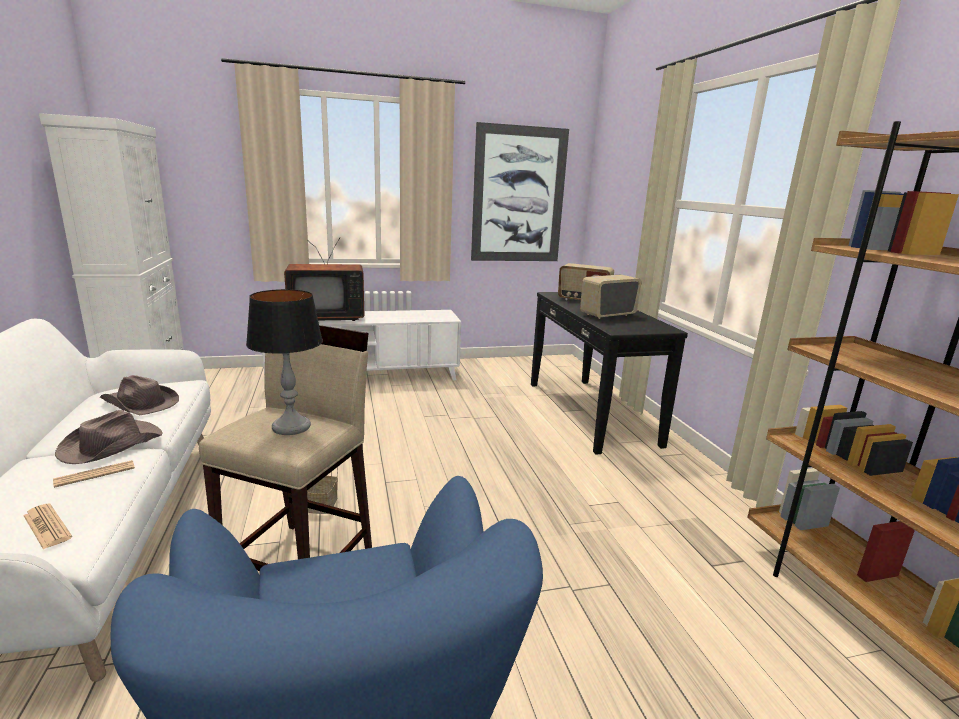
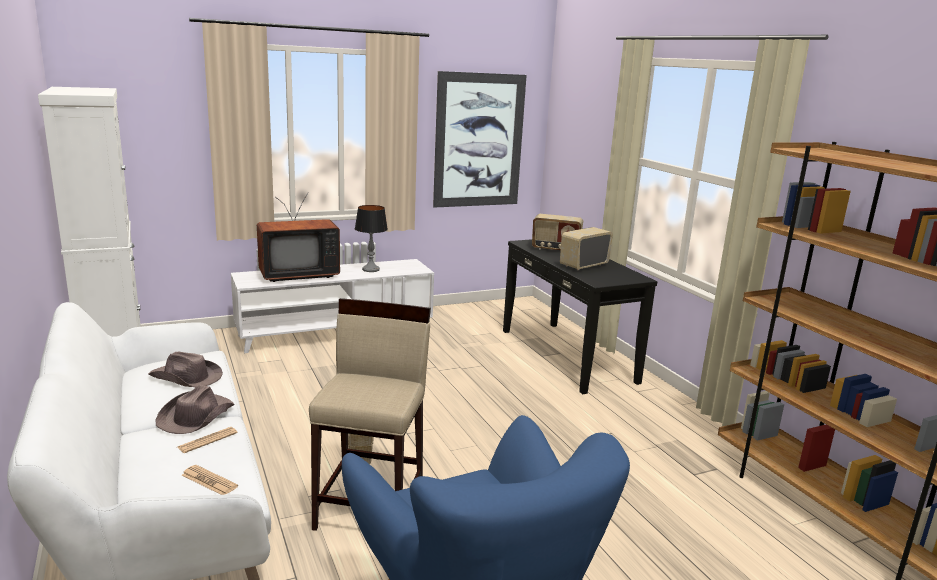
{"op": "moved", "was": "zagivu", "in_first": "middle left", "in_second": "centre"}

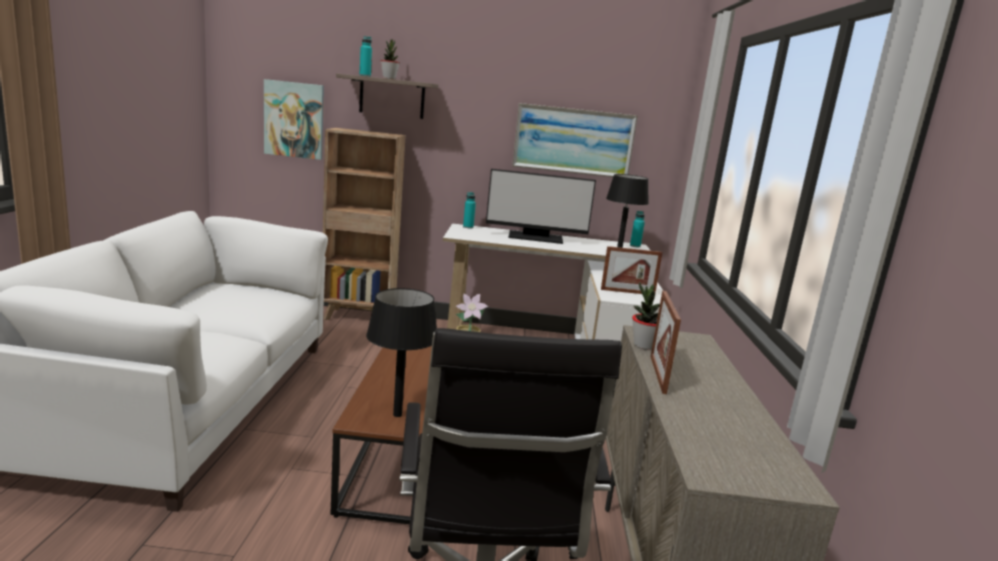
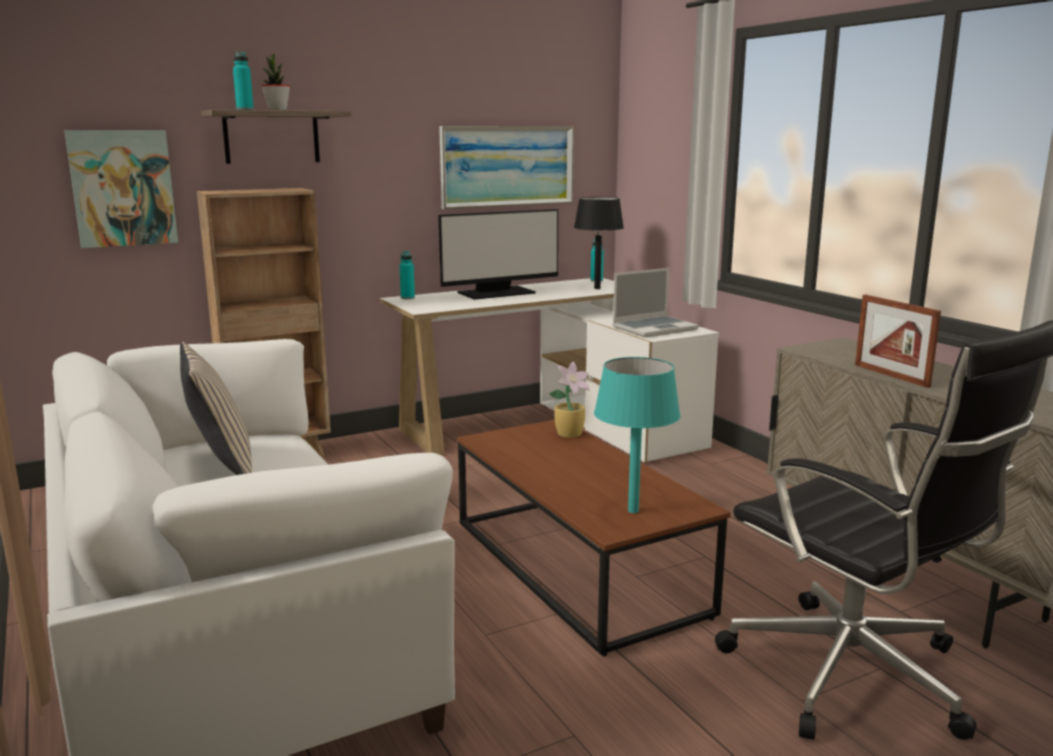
{"op": "added", "now": "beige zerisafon", "in_second": "middle left"}
{"op": "recoloured", "was": "black zagivu (1st from left)", "now": "turquoise zagivu", "in_first": "centre", "in_second": "centre"}
{"op": "replaced", "was": "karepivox (1st from left)", "now": "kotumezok", "in_first": "centre", "in_second": "centre"}
{"op": "removed", "was": "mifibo (3rd from left)", "in_first": "centre"}

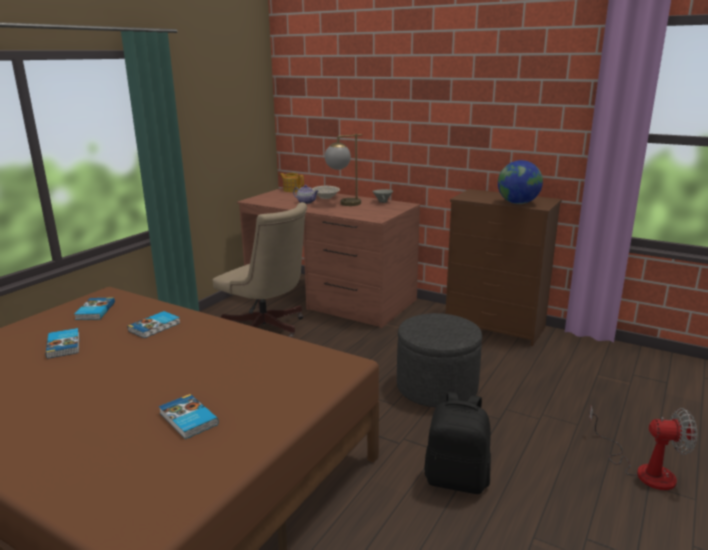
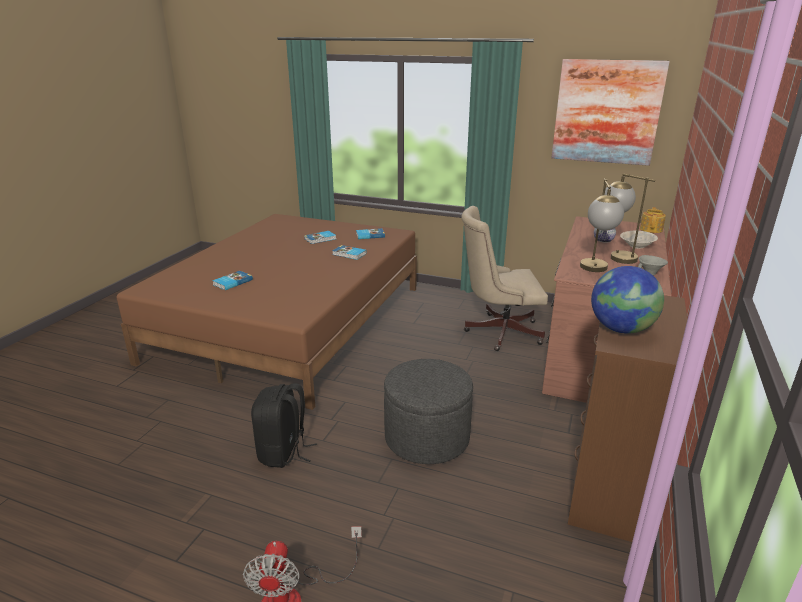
{"op": "turned", "was": "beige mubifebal", "in_first": "centre", "in_second": "centre", "clockwise": 60}
{"op": "added", "now": "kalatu", "in_second": "top right"}
{"op": "added", "now": "zagivu (1st from left)", "in_second": "middle right"}

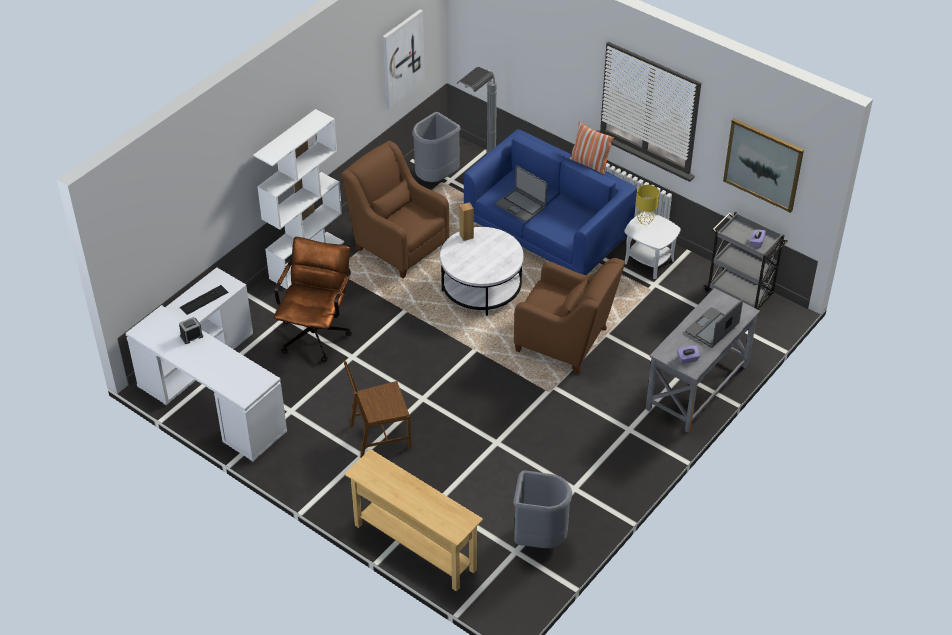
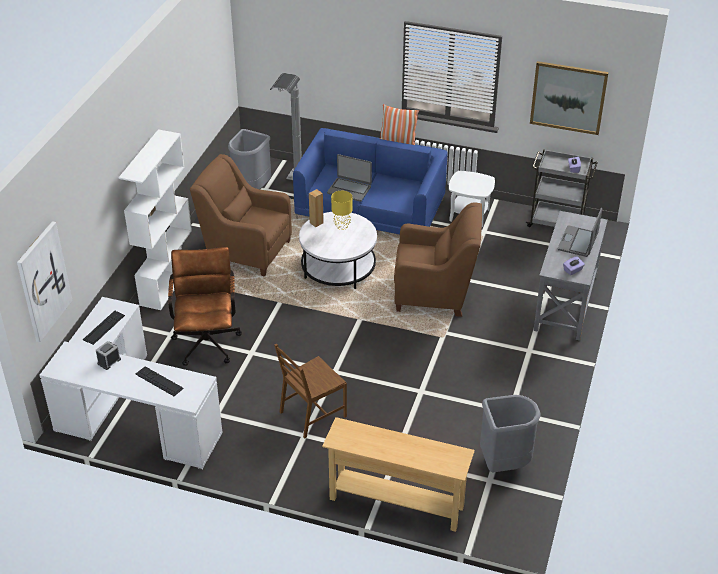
{"op": "moved", "was": "kalatu (1st from left)", "in_first": "top centre", "in_second": "middle left"}
{"op": "added", "now": "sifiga (2nd from left)", "in_second": "middle left"}
{"op": "moved", "was": "yellow zagivu", "in_first": "top right", "in_second": "centre"}

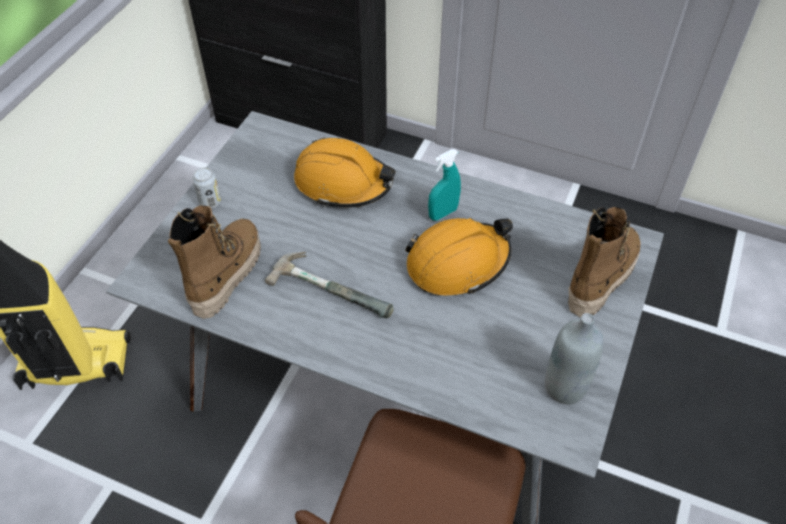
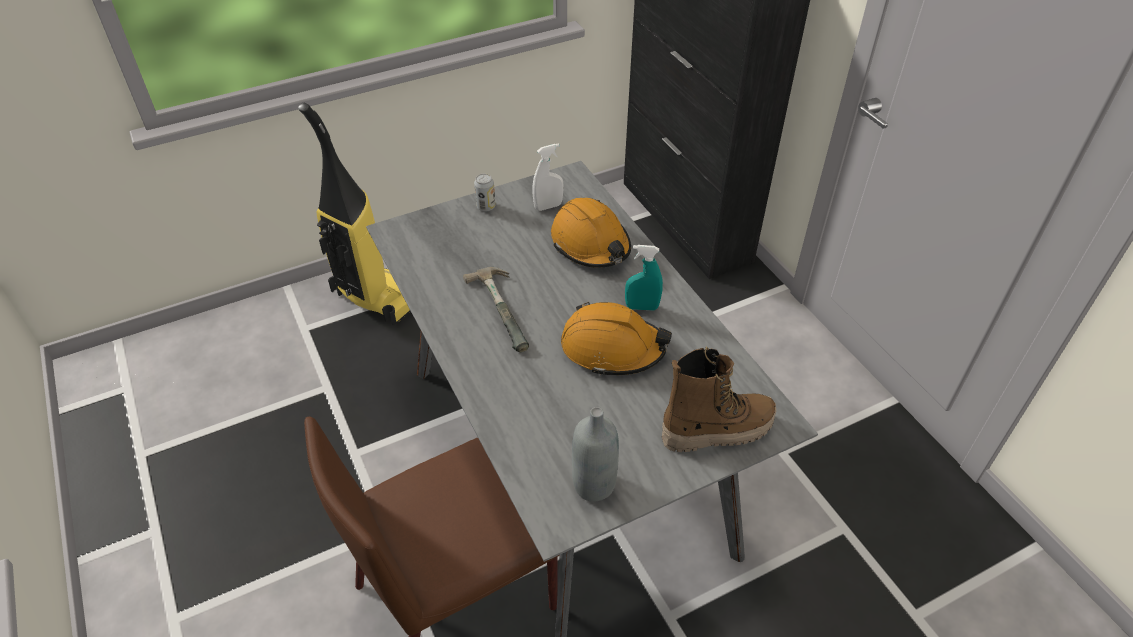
{"op": "added", "now": "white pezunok", "in_second": "top centre"}
{"op": "removed", "was": "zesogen (1st from left)", "in_first": "middle left"}

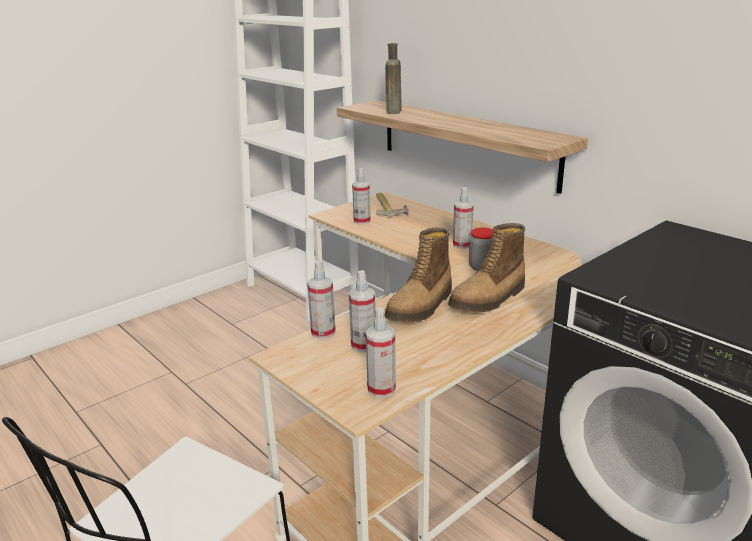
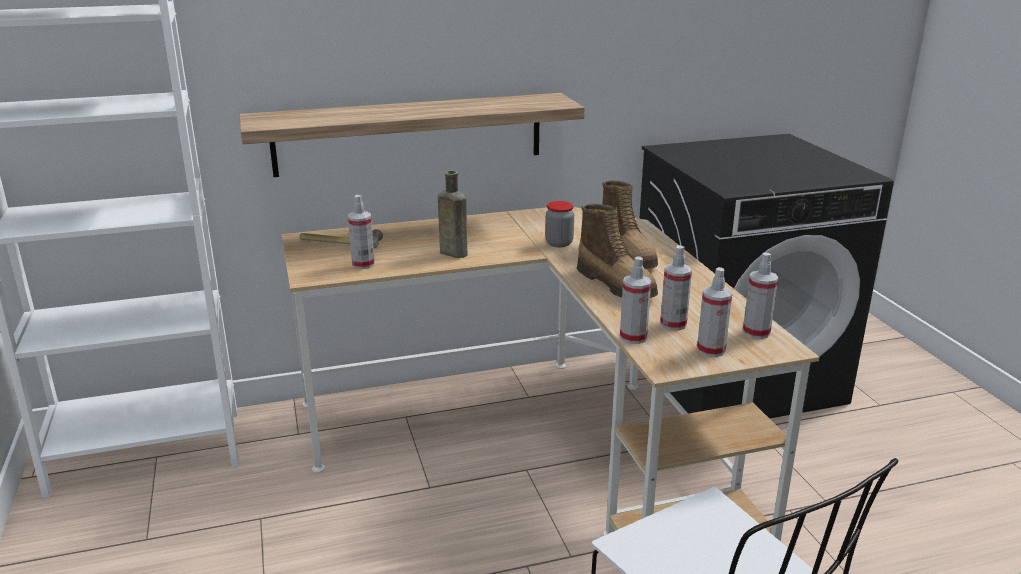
{"op": "moved", "was": "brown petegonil", "in_first": "top centre", "in_second": "centre"}
{"op": "moved", "was": "pezunok (5th from left in the first image)", "now": "pezunok (4th from left)", "in_first": "centre", "in_second": "middle right"}

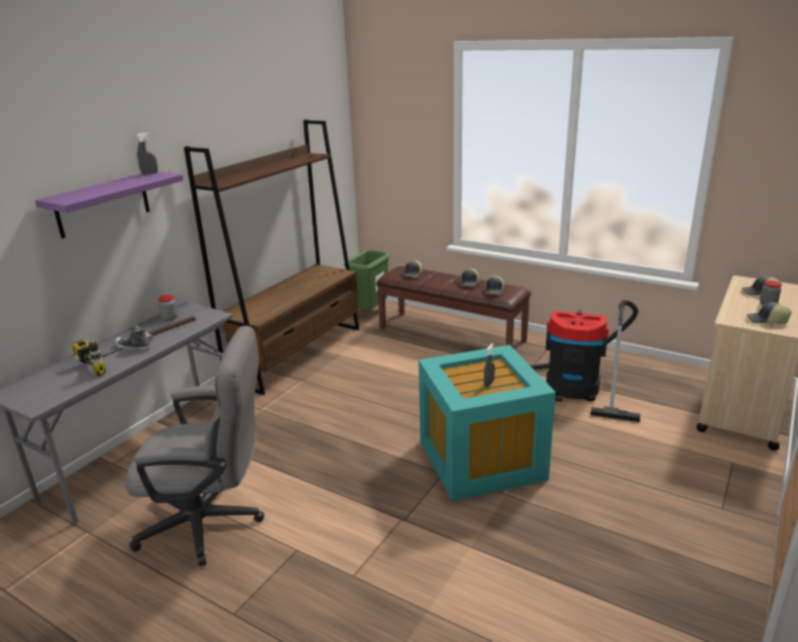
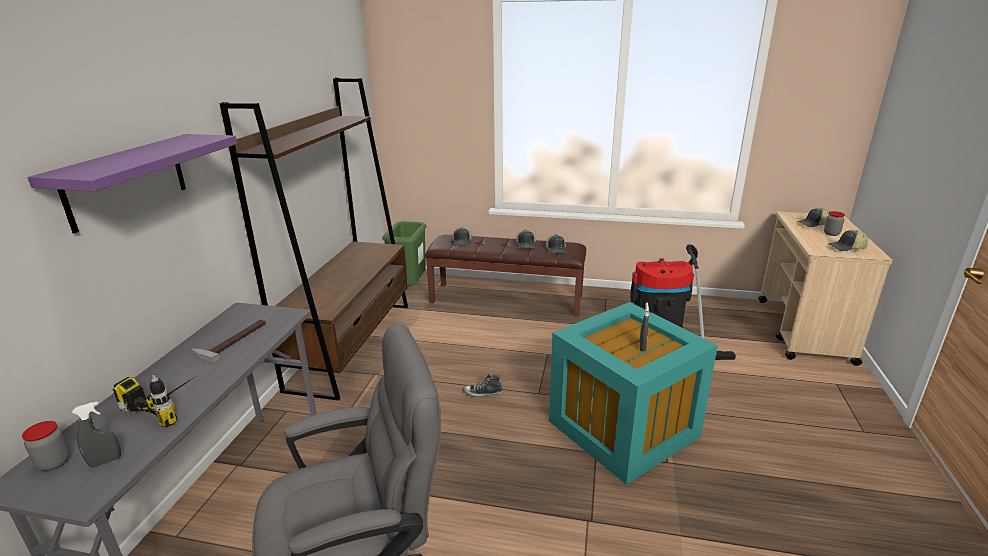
{"op": "moved", "was": "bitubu (1st from left)", "in_first": "middle left", "in_second": "bottom left"}
{"op": "moved", "was": "grey pezunok (1st from left)", "in_first": "top left", "in_second": "bottom left"}
{"op": "moved", "was": "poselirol", "in_first": "middle left", "in_second": "bottom centre"}

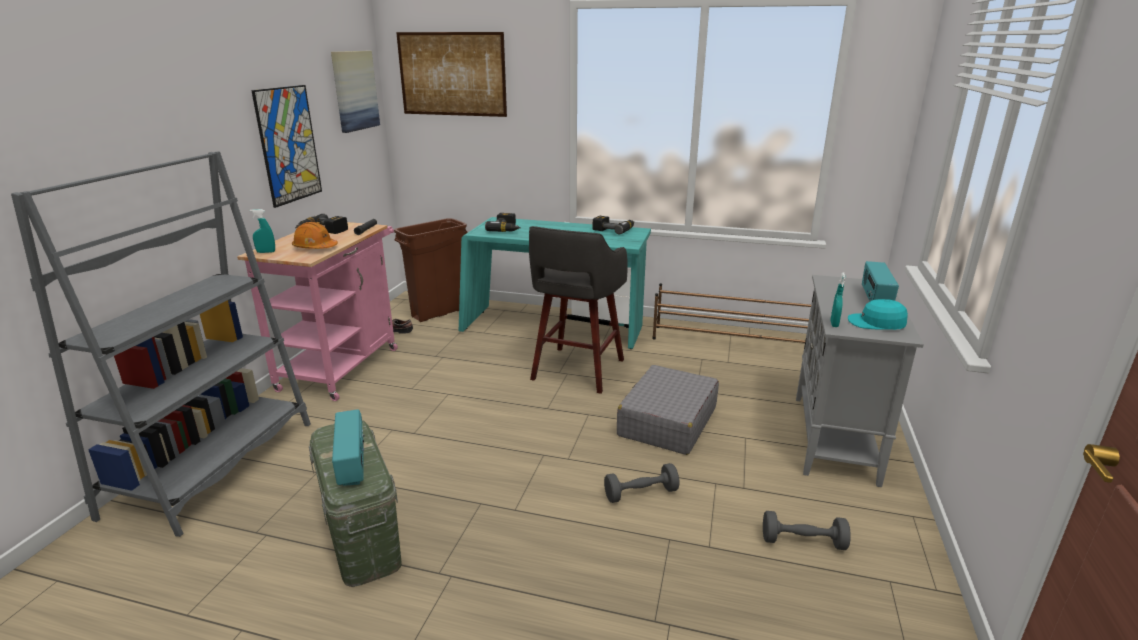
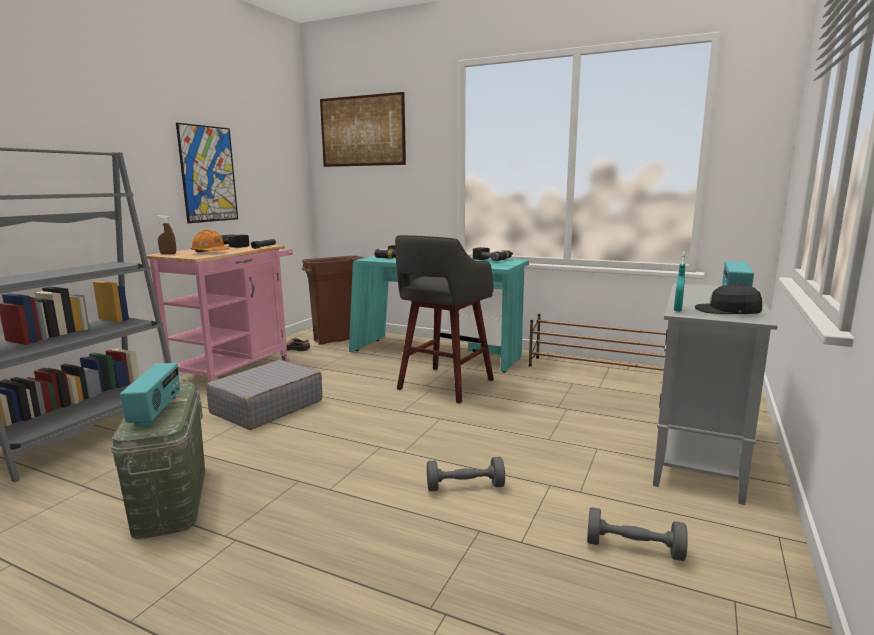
{"op": "recoloured", "was": "turquoise pezunok (1st from left)", "now": "brown pezunok", "in_first": "middle left", "in_second": "middle left"}
{"op": "moved", "was": "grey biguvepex", "in_first": "centre", "in_second": "middle left"}
{"op": "recoloured", "was": "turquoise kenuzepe", "now": "black kenuzepe", "in_first": "middle right", "in_second": "middle right"}
{"op": "removed", "was": "kalatu (2nd from left)", "in_first": "top left"}

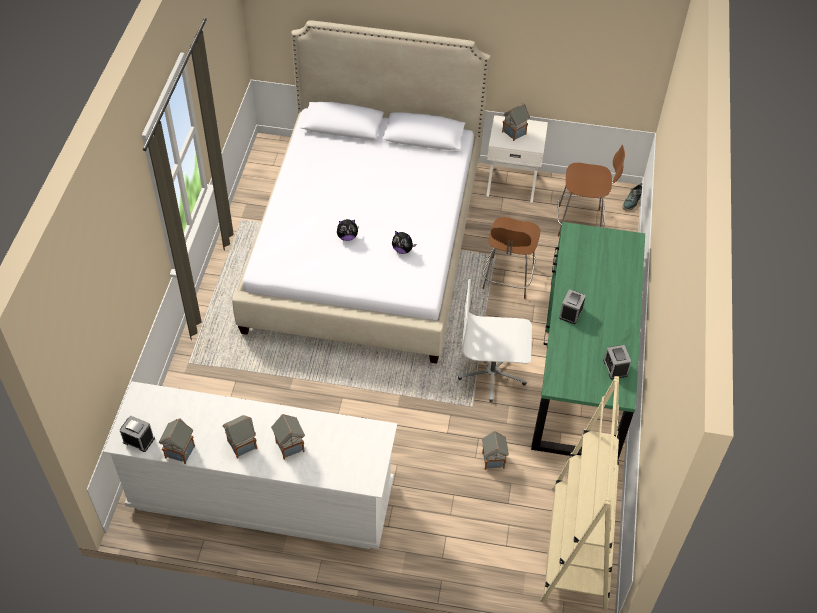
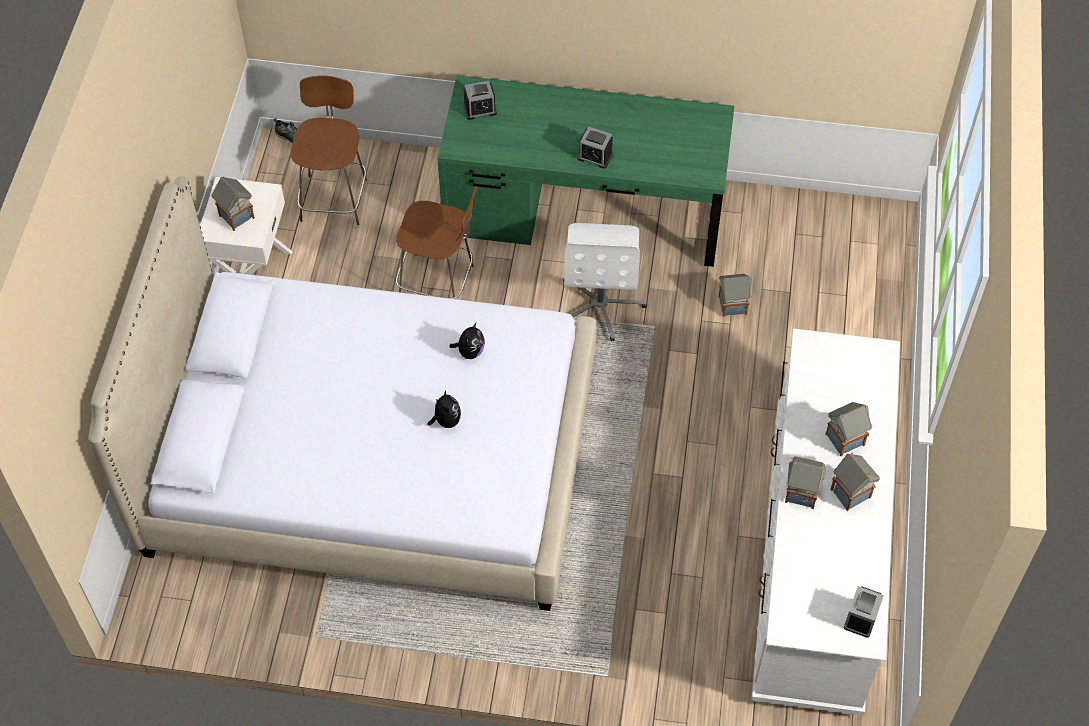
{"op": "moved", "was": "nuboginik (3rd from left in the first image)", "now": "nuboginik (1st from left)", "in_first": "middle right", "in_second": "top centre"}
{"op": "moved", "was": "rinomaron (1st from left in the first image)", "now": "rinomaron (3rd from left)", "in_first": "bottom left", "in_second": "middle right"}
{"op": "removed", "was": "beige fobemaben", "in_first": "bottom right"}

